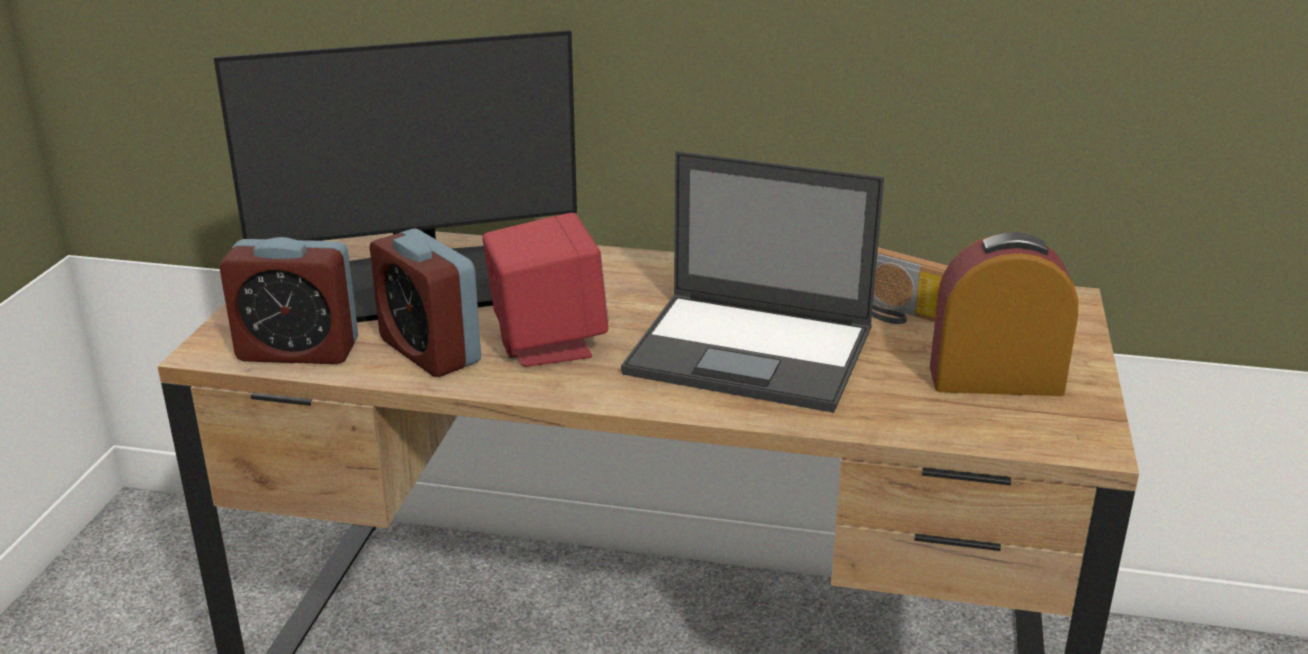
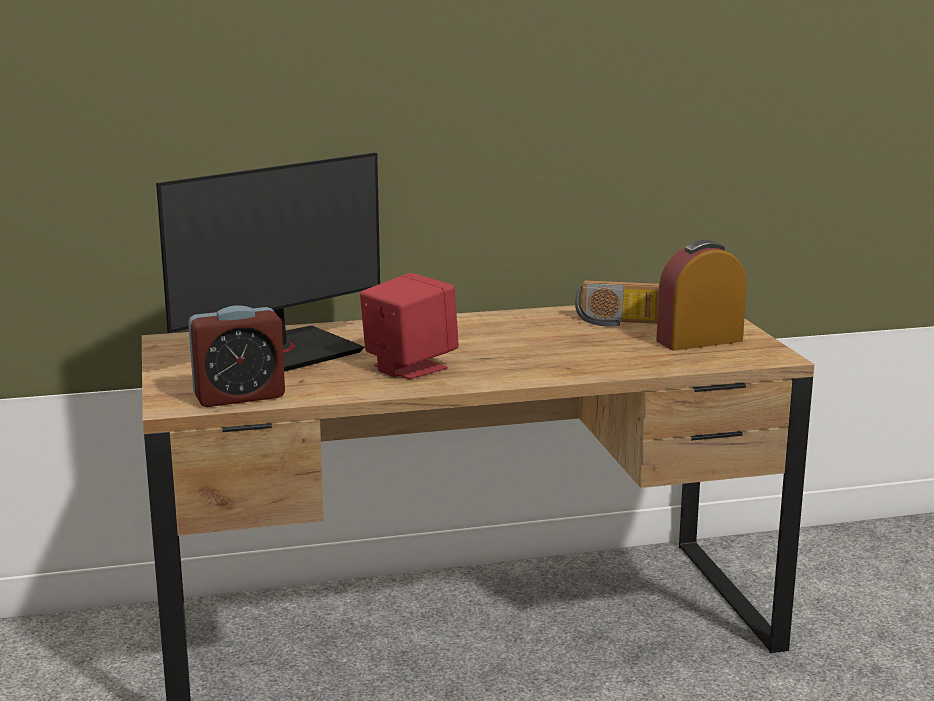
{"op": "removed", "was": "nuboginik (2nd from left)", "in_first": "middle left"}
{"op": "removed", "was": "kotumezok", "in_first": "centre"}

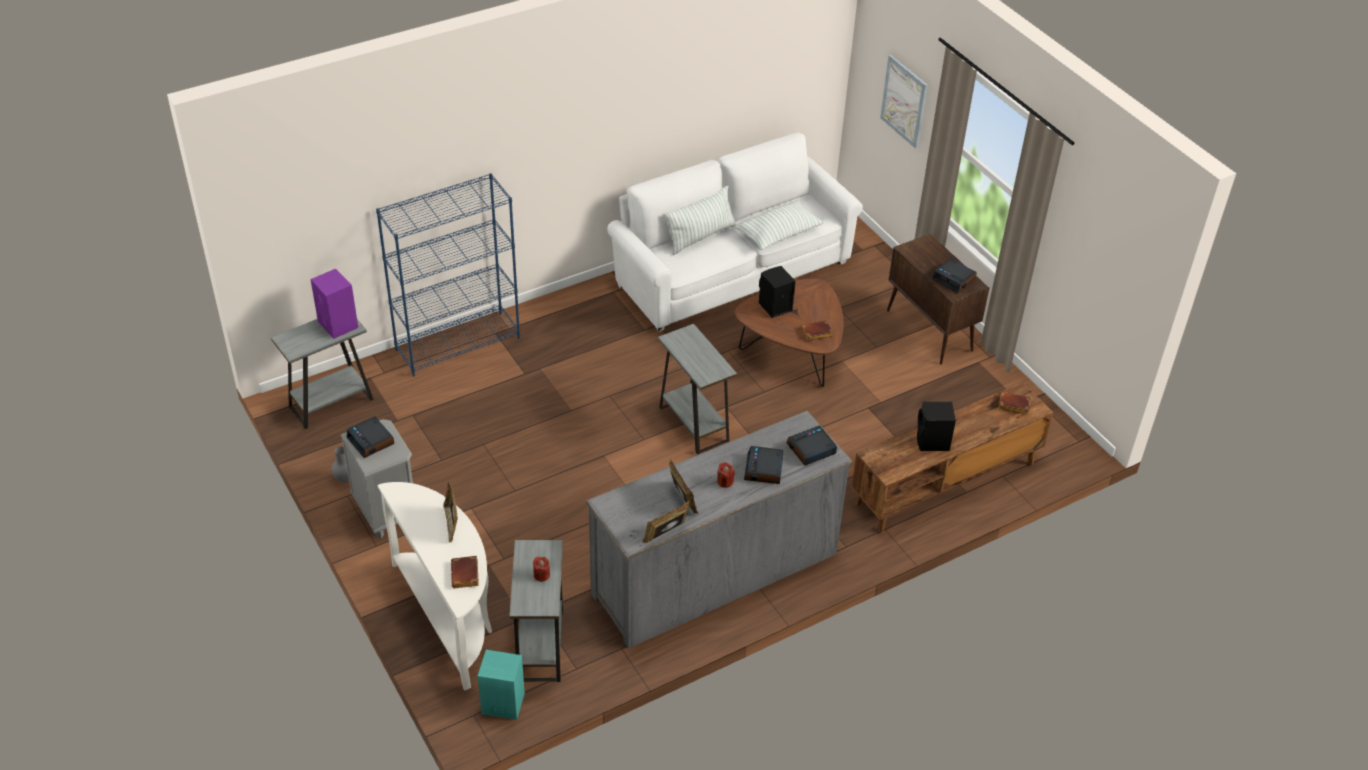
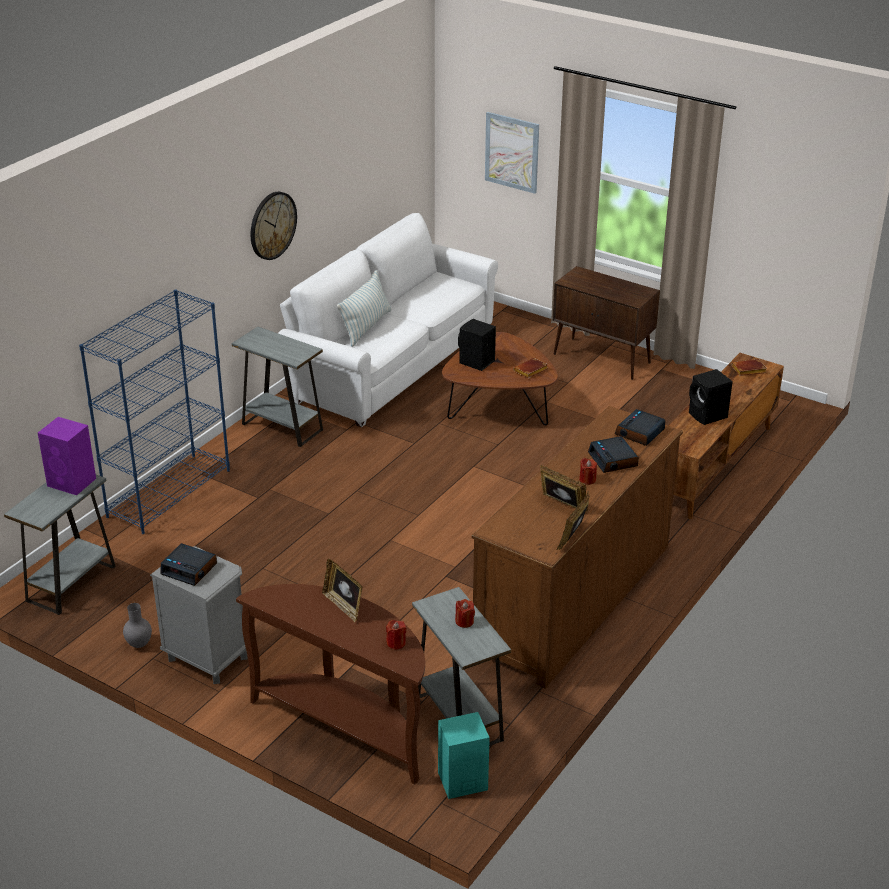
{"op": "moved", "was": "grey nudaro (3rd from left in the first image)", "now": "grey nudaro (2nd from left)", "in_first": "centre", "in_second": "middle left"}
{"op": "recoloured", "was": "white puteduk", "now": "brown puteduk", "in_first": "bottom left", "in_second": "bottom centre"}
{"op": "added", "now": "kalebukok", "in_second": "top left"}
{"op": "replaced", "was": "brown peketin (1st from left)", "now": "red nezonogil (1st from left)", "in_first": "bottom centre", "in_second": "bottom centre"}
{"op": "recoloured", "was": "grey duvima", "now": "brown duvima", "in_first": "bottom centre", "in_second": "centre"}
{"op": "removed", "was": "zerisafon (2nd from left)", "in_first": "top centre"}
{"op": "removed", "was": "nuboginik (4th from left)", "in_first": "middle right"}

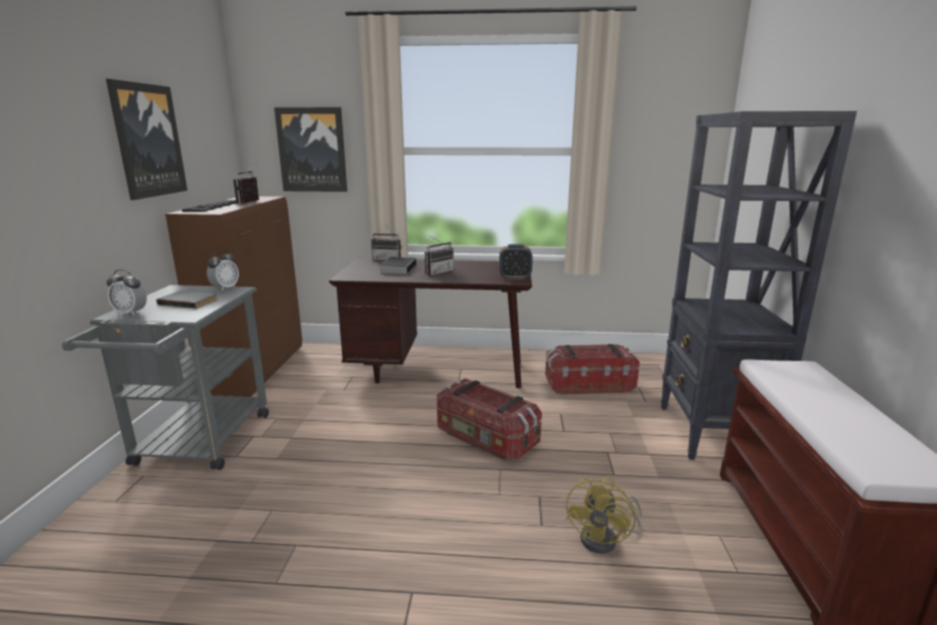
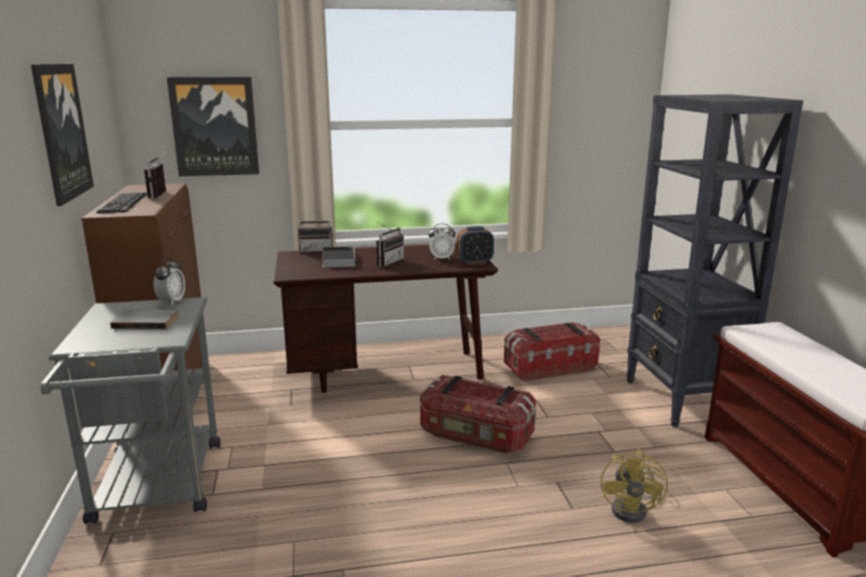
{"op": "moved", "was": "nuboginik (1st from left in the first image)", "now": "nuboginik (2nd from left)", "in_first": "middle left", "in_second": "centre"}

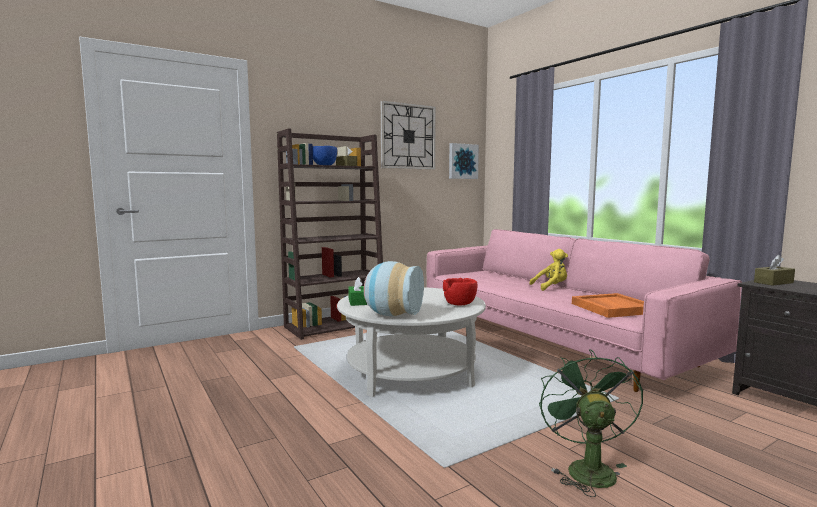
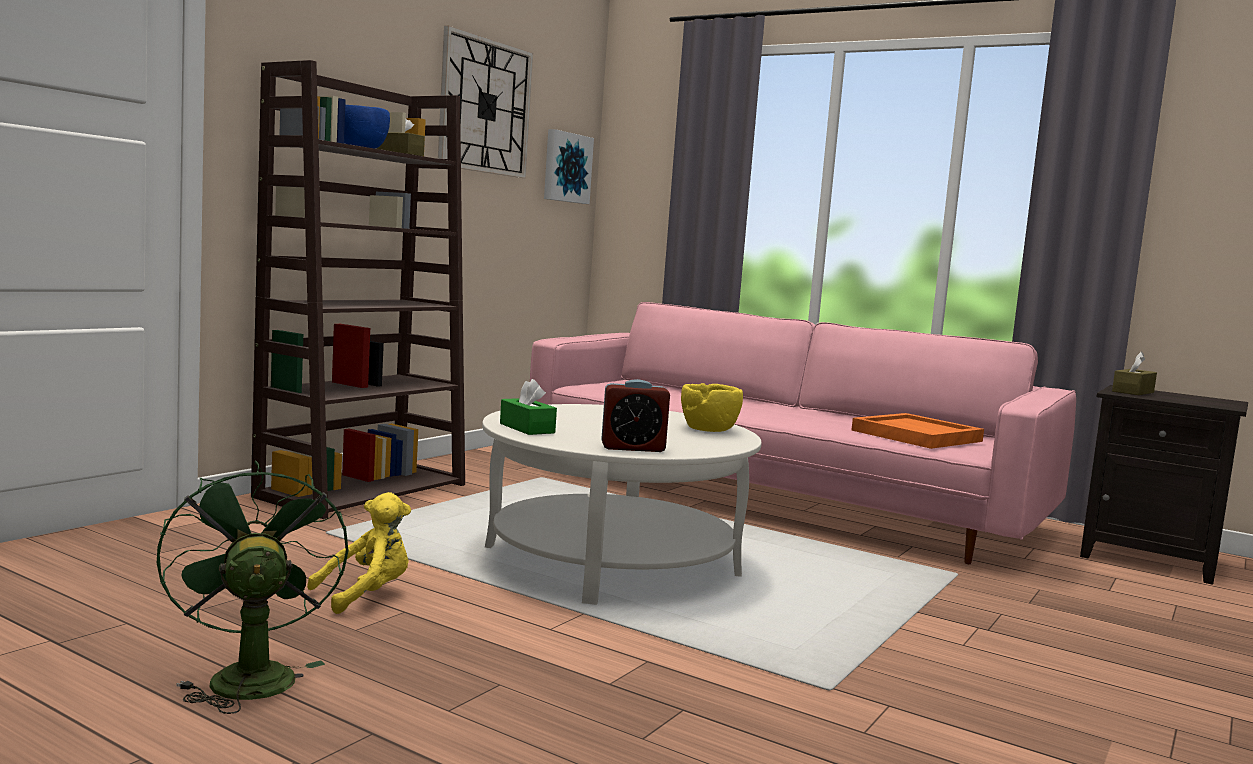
{"op": "moved", "was": "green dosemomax", "in_first": "bottom right", "in_second": "bottom left"}
{"op": "moved", "was": "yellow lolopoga", "in_first": "middle right", "in_second": "bottom left"}
{"op": "replaced", "was": "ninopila", "now": "nuboginik", "in_first": "centre", "in_second": "centre"}
{"op": "recoloured", "was": "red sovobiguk", "now": "yellow sovobiguk", "in_first": "centre", "in_second": "centre"}

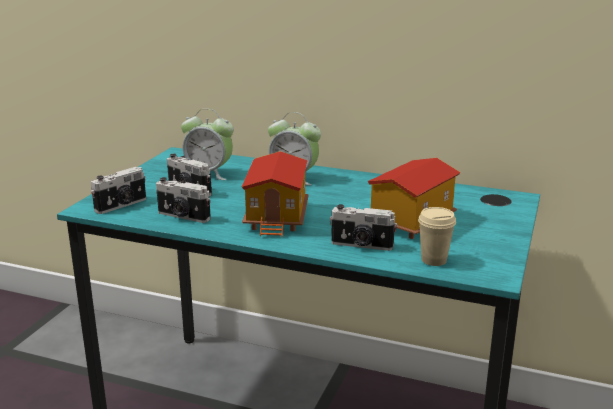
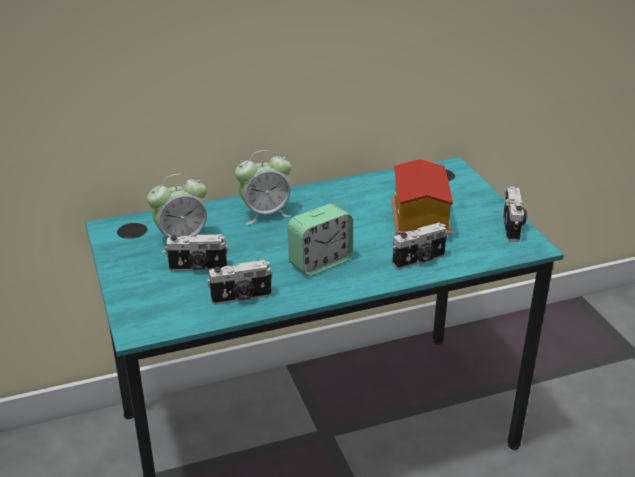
{"op": "replaced", "was": "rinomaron (1st from left)", "now": "nuboginik (3rd from left)", "in_first": "centre", "in_second": "centre"}
{"op": "moved", "was": "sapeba (1st from left in the first image)", "now": "sapeba (4th from left)", "in_first": "middle left", "in_second": "middle right"}
{"op": "removed", "was": "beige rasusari", "in_first": "middle right"}

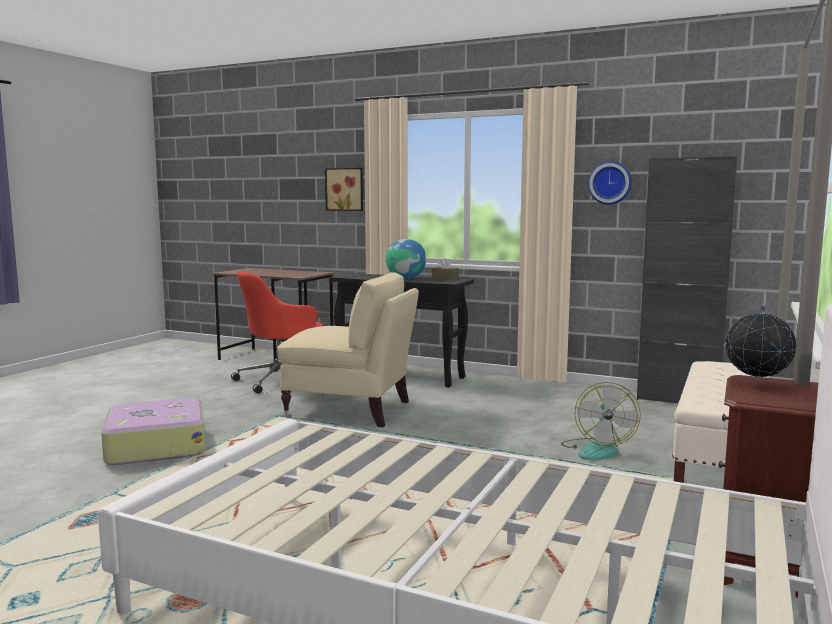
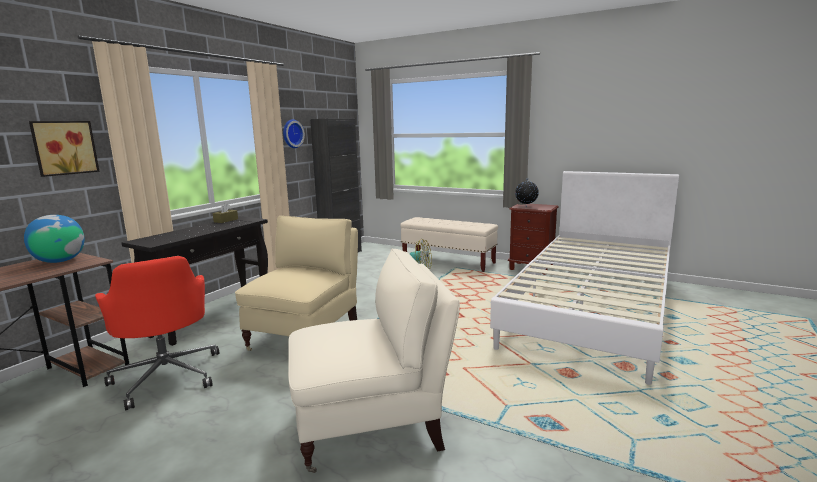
{"op": "moved", "was": "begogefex (1st from left)", "in_first": "centre", "in_second": "middle left"}
{"op": "replaced", "was": "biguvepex", "now": "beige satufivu (2nd from left)", "in_first": "bottom left", "in_second": "bottom centre"}

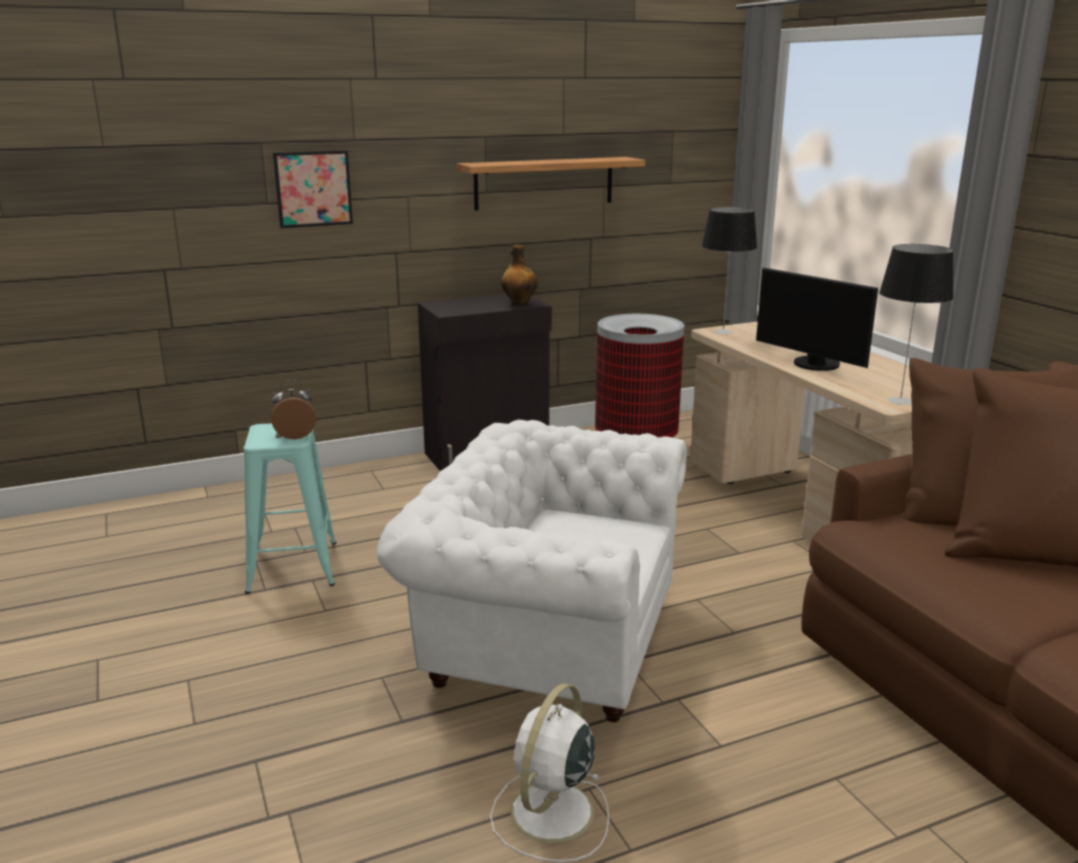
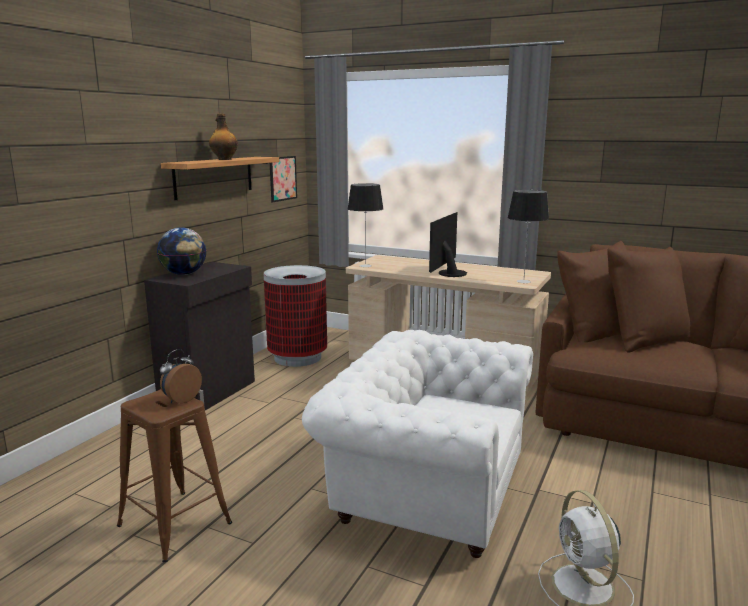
{"op": "recoloured", "was": "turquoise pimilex", "now": "brown pimilex", "in_first": "middle left", "in_second": "bottom left"}
{"op": "added", "now": "begogefex", "in_second": "middle left"}
{"op": "moved", "was": "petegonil", "in_first": "top centre", "in_second": "top left"}
{"op": "moved", "was": "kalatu", "in_first": "top left", "in_second": "top centre"}
{"op": "turned", "was": "white satufivu", "in_first": "centre", "in_second": "bottom centre", "clockwise": 45}
{"op": "turned", "was": "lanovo", "in_first": "middle right", "in_second": "centre", "clockwise": 105}

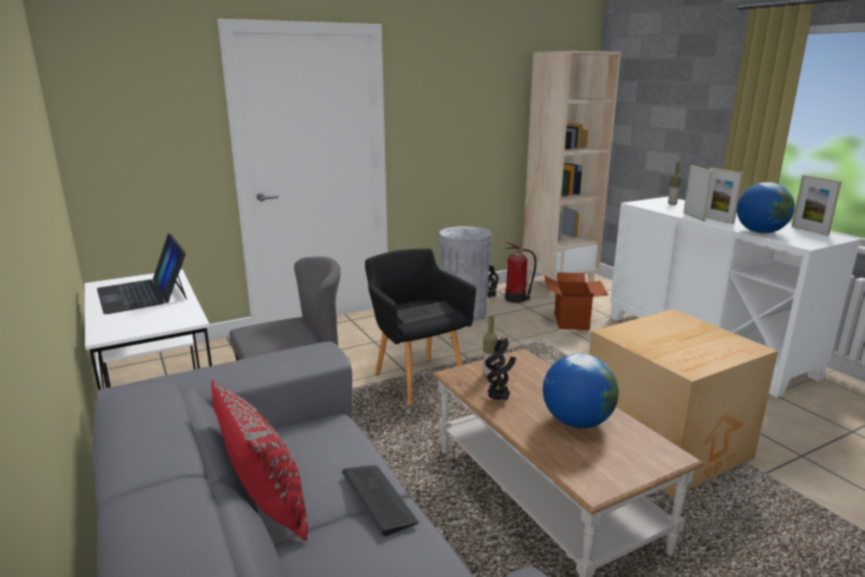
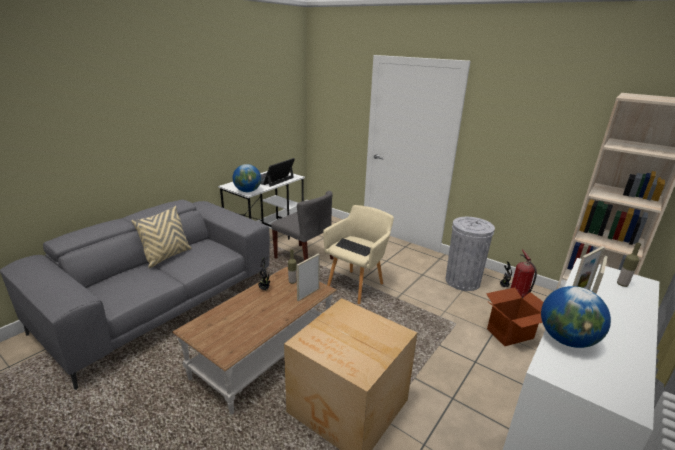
{"op": "recoloured", "was": "red zerisafon", "now": "beige zerisafon", "in_first": "bottom left", "in_second": "middle left"}
{"op": "moved", "was": "begogefex (1st from left)", "in_first": "bottom right", "in_second": "centre"}
{"op": "moved", "was": "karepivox (3rd from left in the first image)", "now": "karepivox (1st from left)", "in_first": "middle right", "in_second": "centre"}
{"op": "recoloured", "was": "black satufivu", "now": "beige satufivu", "in_first": "centre", "in_second": "centre"}
{"op": "removed", "was": "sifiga (1st from left)", "in_first": "bottom centre"}

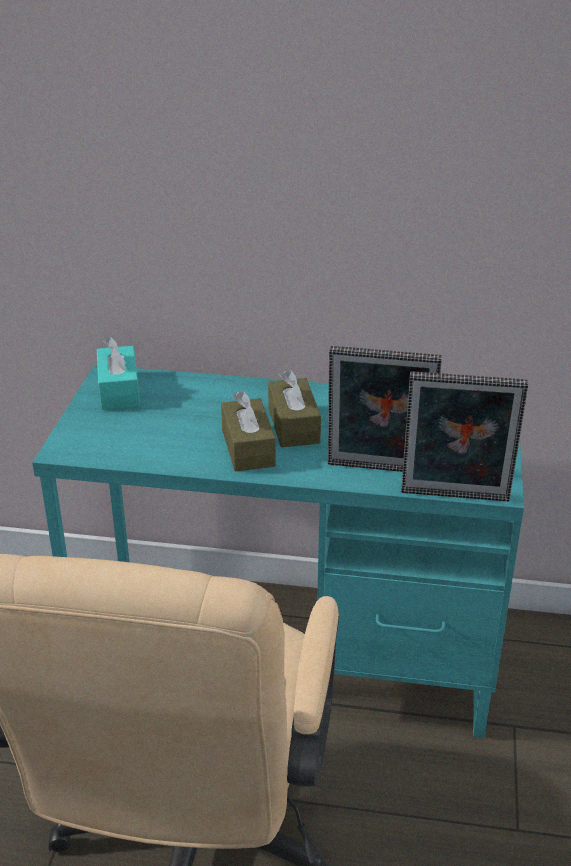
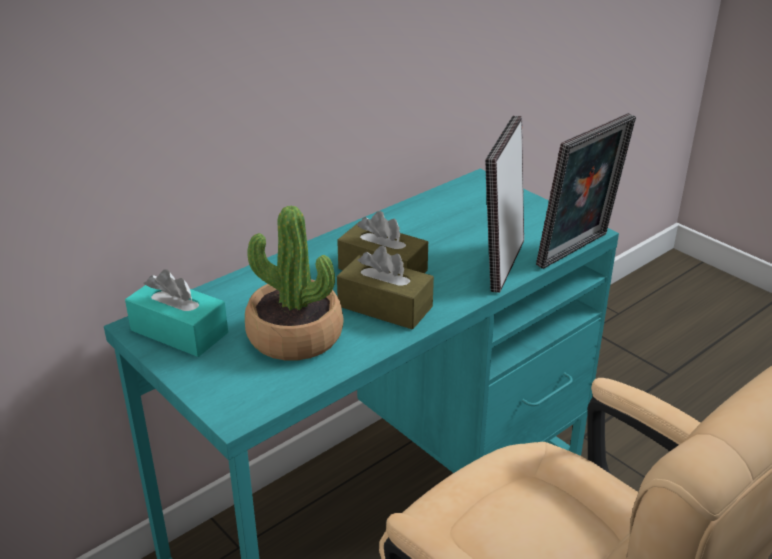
{"op": "added", "now": "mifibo", "in_second": "centre"}
{"op": "turned", "was": "karepivox (1st from left)", "in_first": "middle right", "in_second": "centre", "clockwise": 150}

